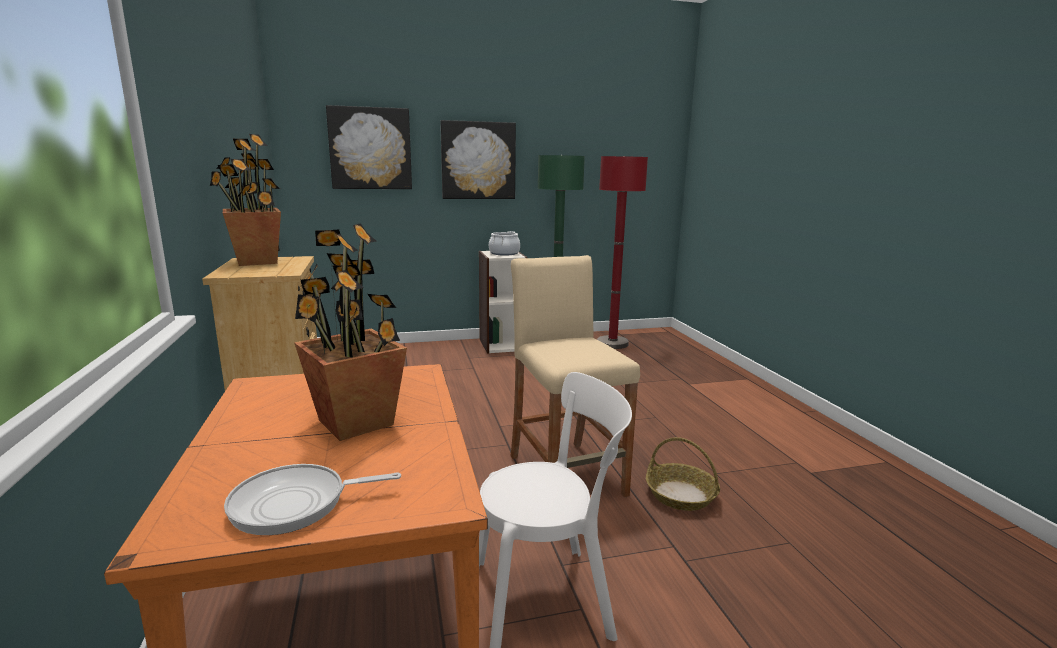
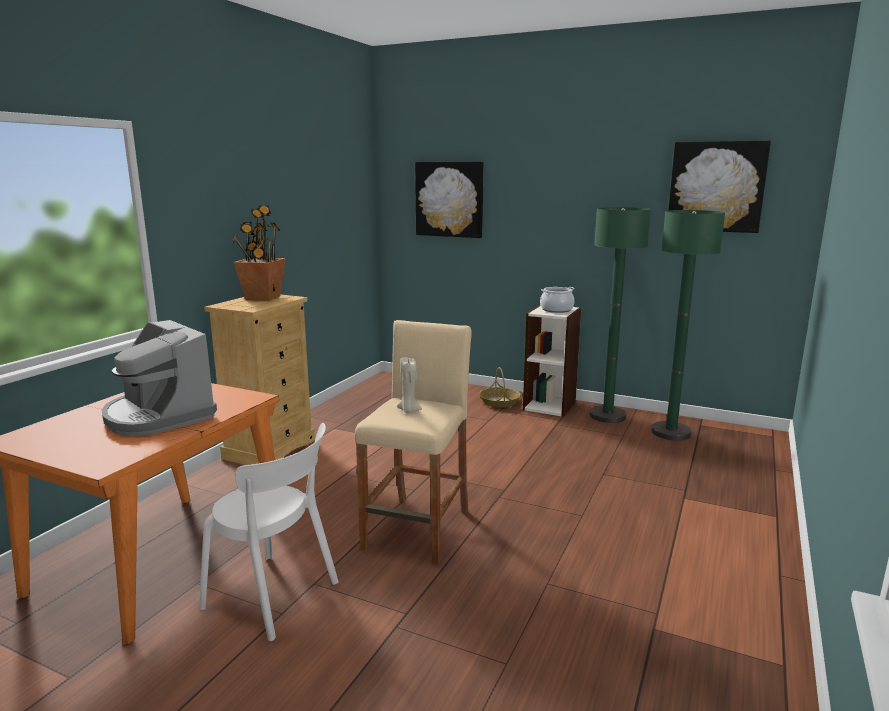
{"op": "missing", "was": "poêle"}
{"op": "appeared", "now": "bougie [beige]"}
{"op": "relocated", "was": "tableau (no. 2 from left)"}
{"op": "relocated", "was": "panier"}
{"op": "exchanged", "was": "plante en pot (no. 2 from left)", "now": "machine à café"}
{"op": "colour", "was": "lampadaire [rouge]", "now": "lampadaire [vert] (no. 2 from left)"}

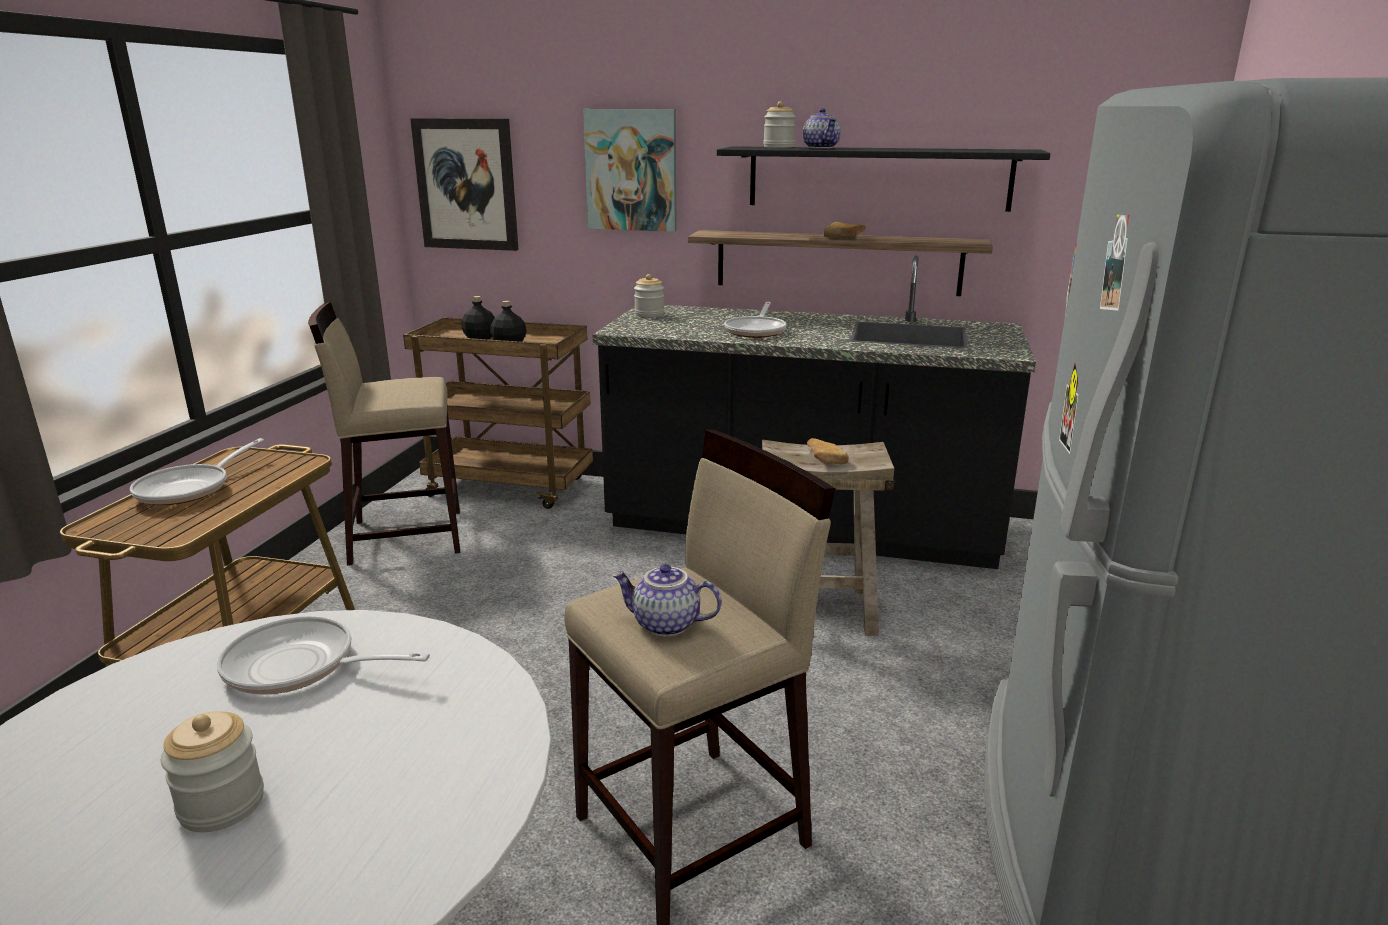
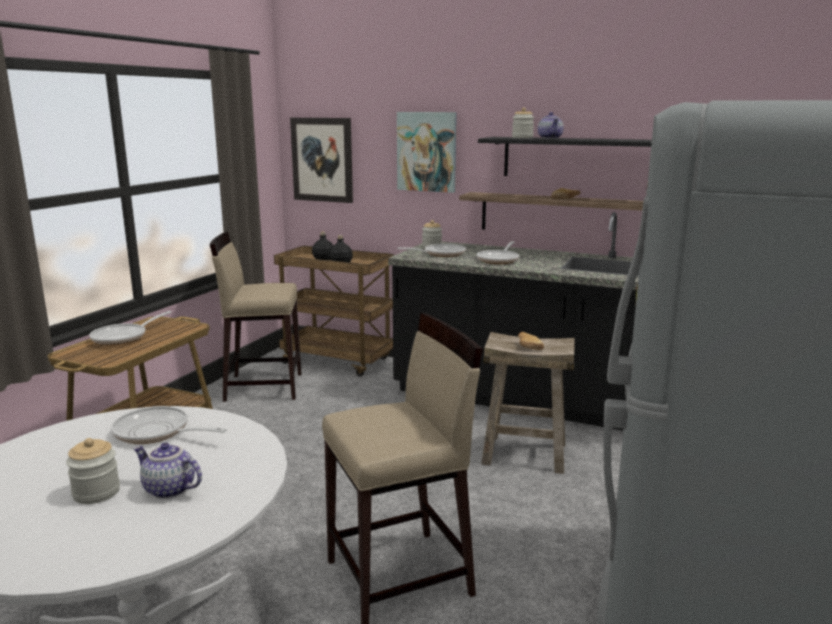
{"op": "appeared", "now": "poêle (no. 3 from left)"}
{"op": "relocated", "was": "théière (no. 1 from left)"}

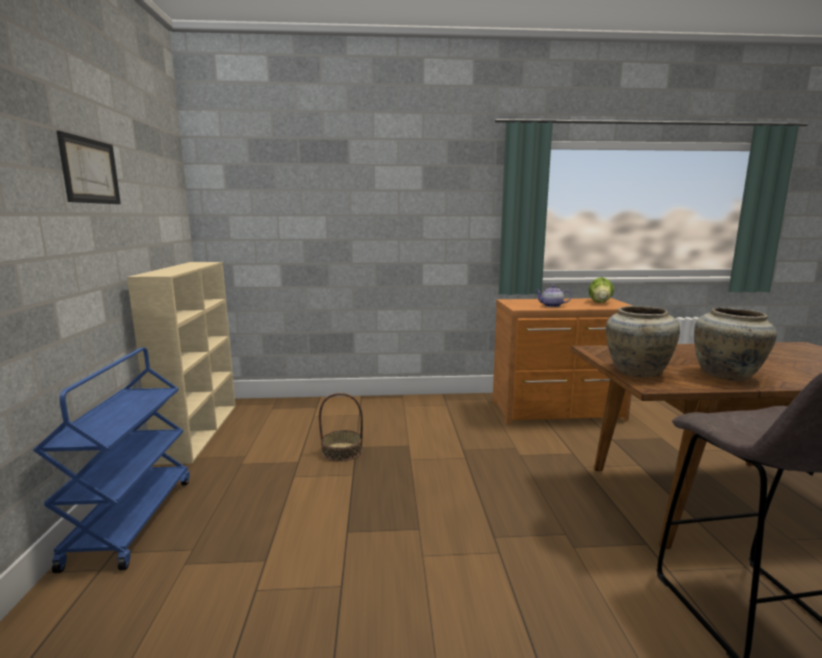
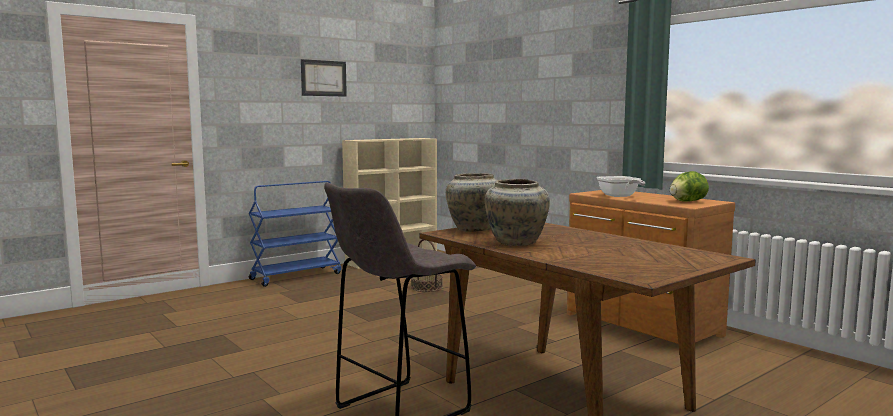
{"op": "exchanged", "was": "théière", "now": "poêle"}

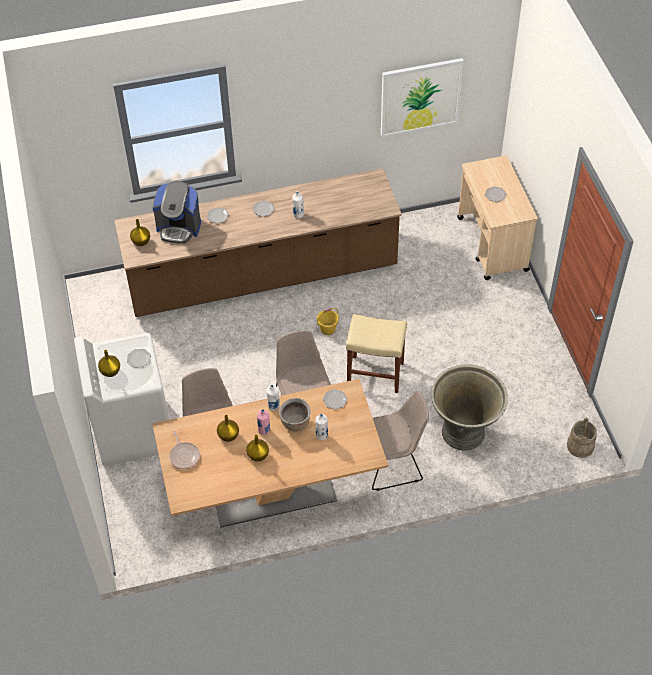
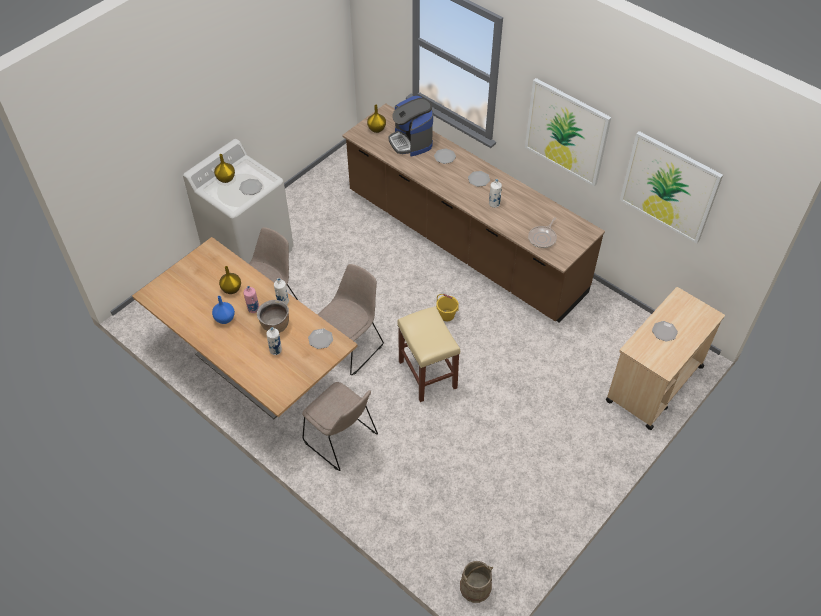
{"op": "missing", "was": "cache-pot [gris]"}
{"op": "appeared", "now": "tableau (no. 1 from left)"}
{"op": "relocated", "was": "poêle"}
{"op": "colour", "was": "vase [jaune] (no. 4 from left)", "now": "vase [bleu]"}

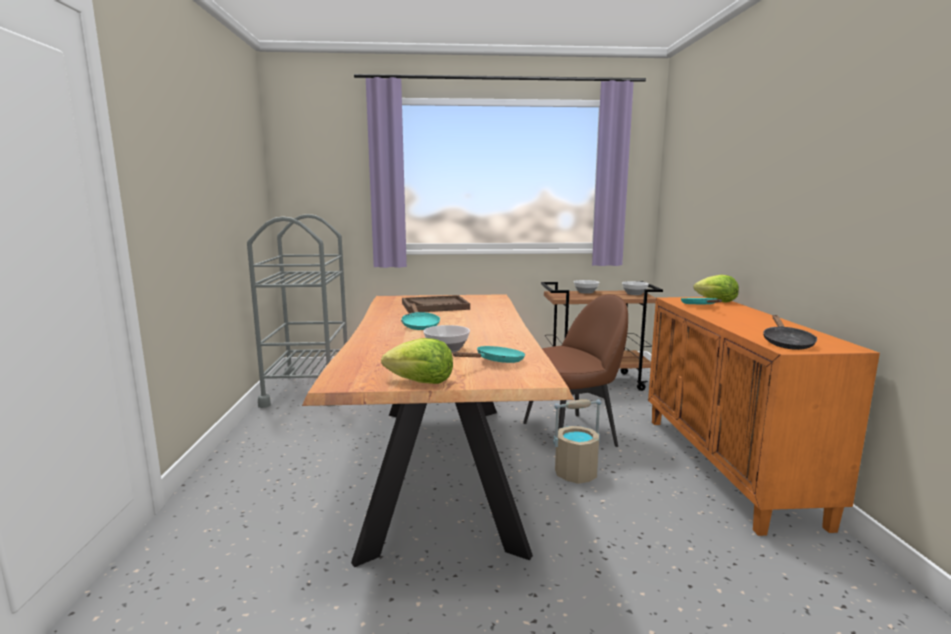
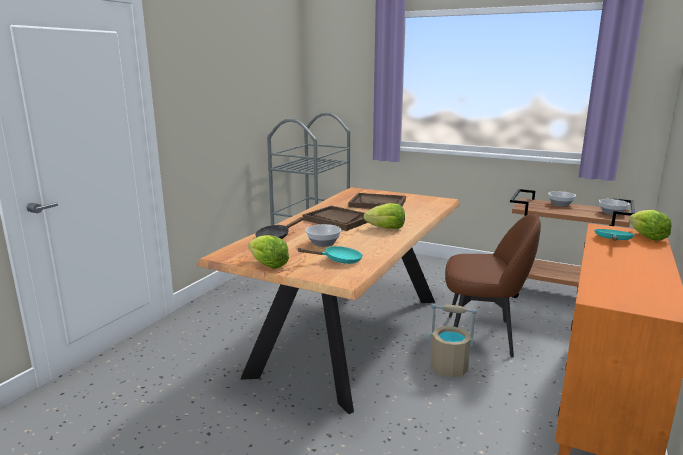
{"op": "appeared", "now": "laitue (no. 2 from left)"}
{"op": "relocated", "was": "poêle [noir]"}
{"op": "exchanged", "was": "poêle [turquoise] (no. 1 from left)", "now": "plateau [marron] (no. 1 from left)"}

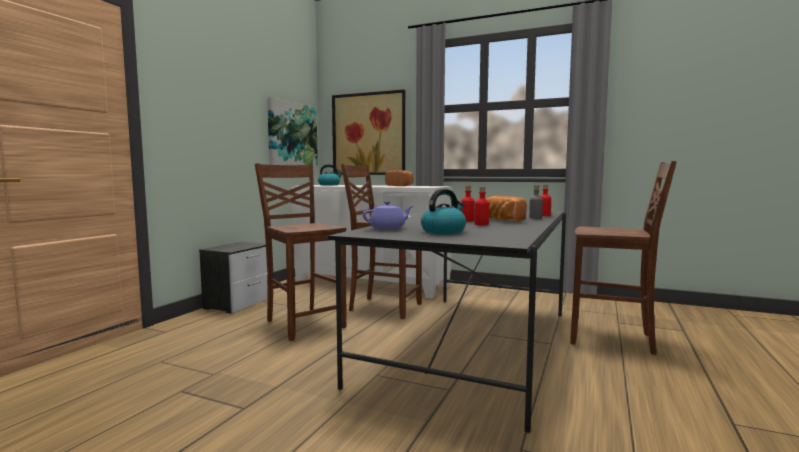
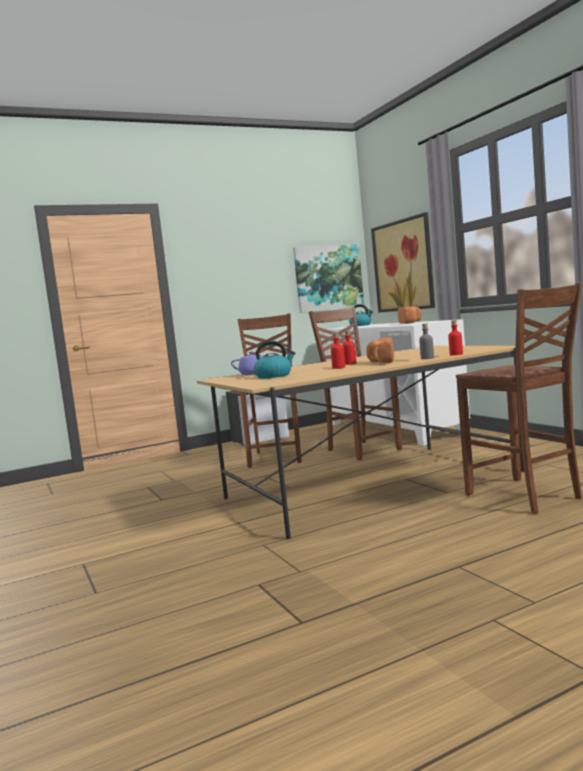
{"op": "colour", "was": "table à manger [noir]", "now": "table à manger [beige]"}

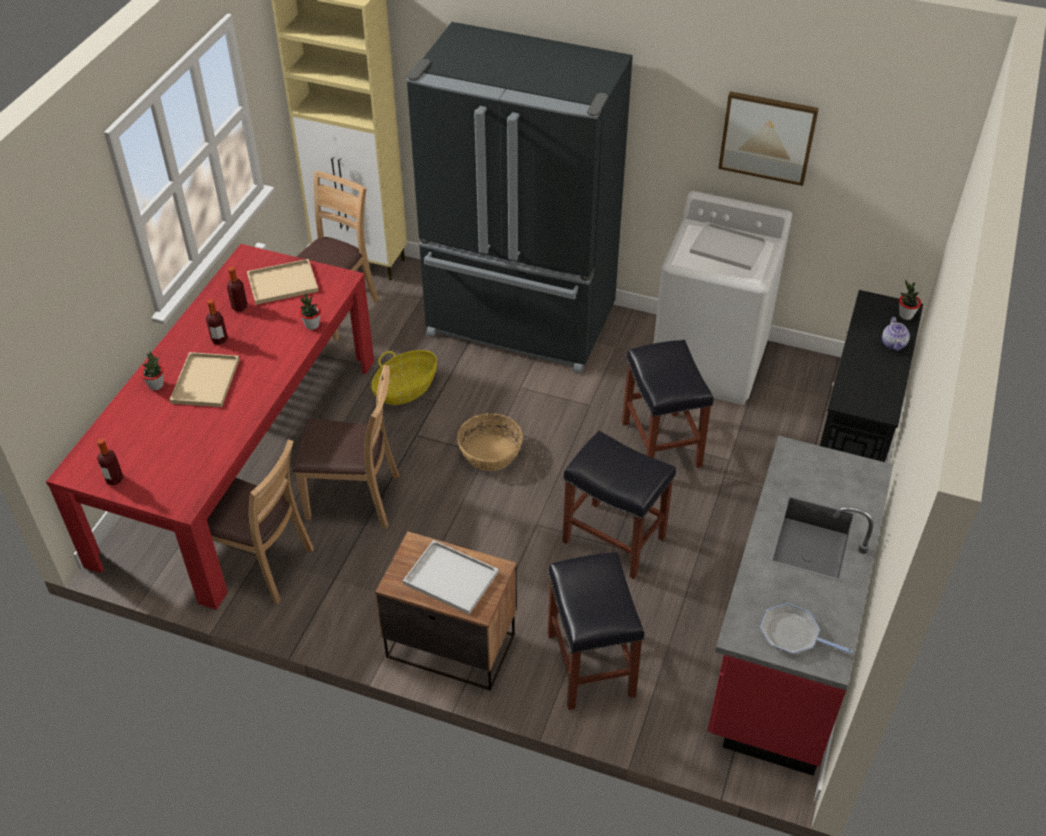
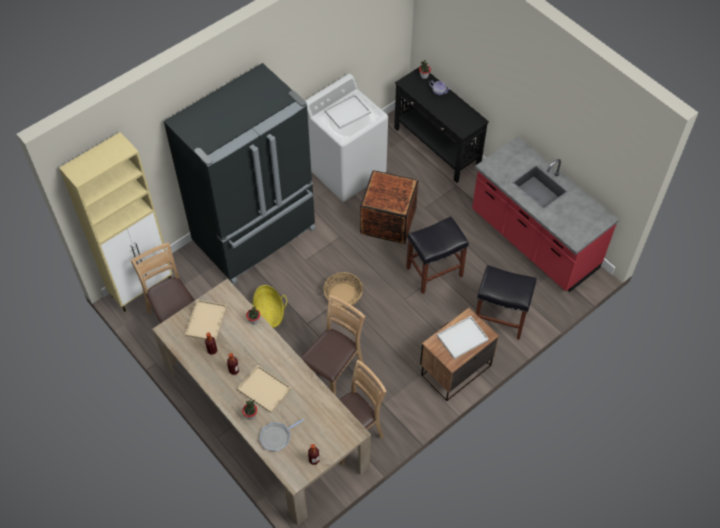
{"op": "missing", "was": "tableau"}
{"op": "relocated", "was": "poêle"}
{"op": "exchanged", "was": "tabouret [noir] (no. 3 from left)", "now": "caisse"}
{"op": "colour", "was": "table à manger [rouge]", "now": "table à manger [beige]"}

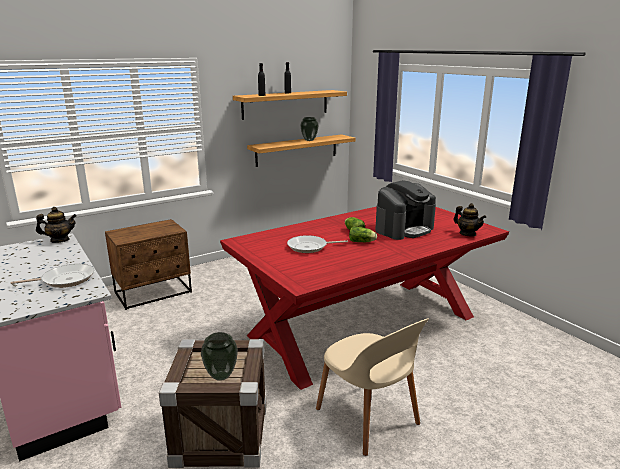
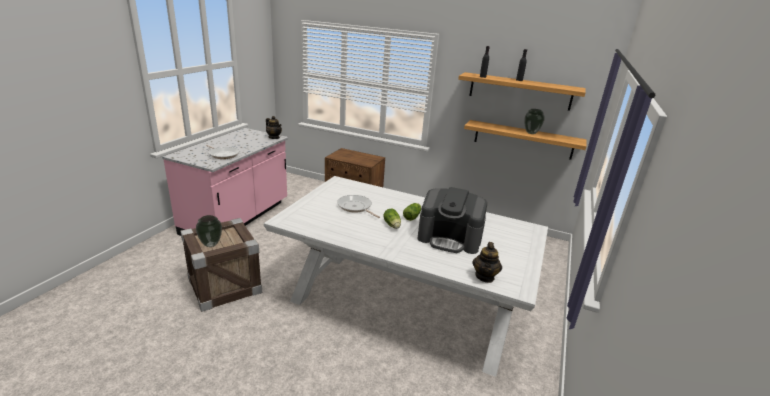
{"op": "missing", "was": "chaise [beige]"}
{"op": "colour", "was": "table à manger [rouge]", "now": "table à manger [blanc]"}

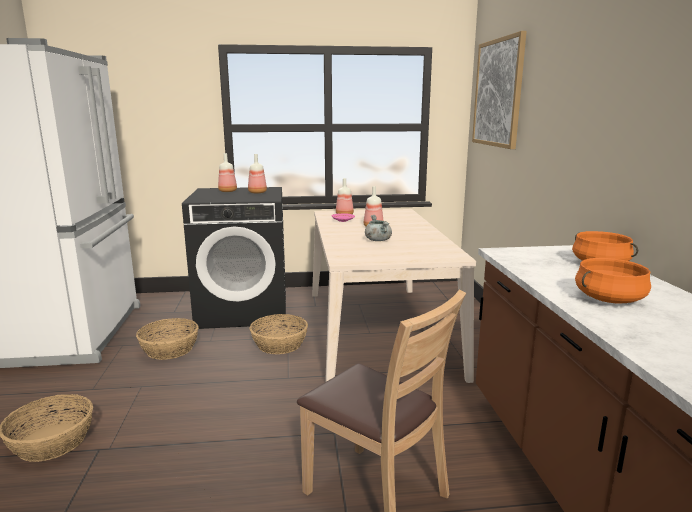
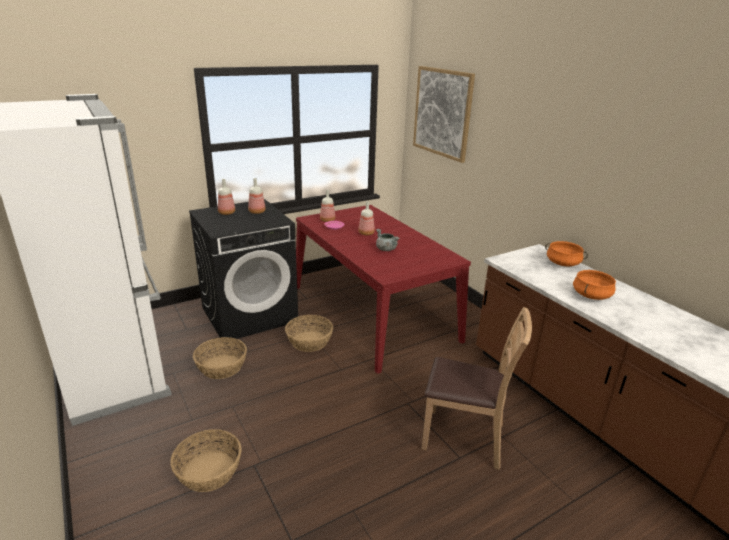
{"op": "colour", "was": "table à manger [beige]", "now": "table à manger [rouge]"}

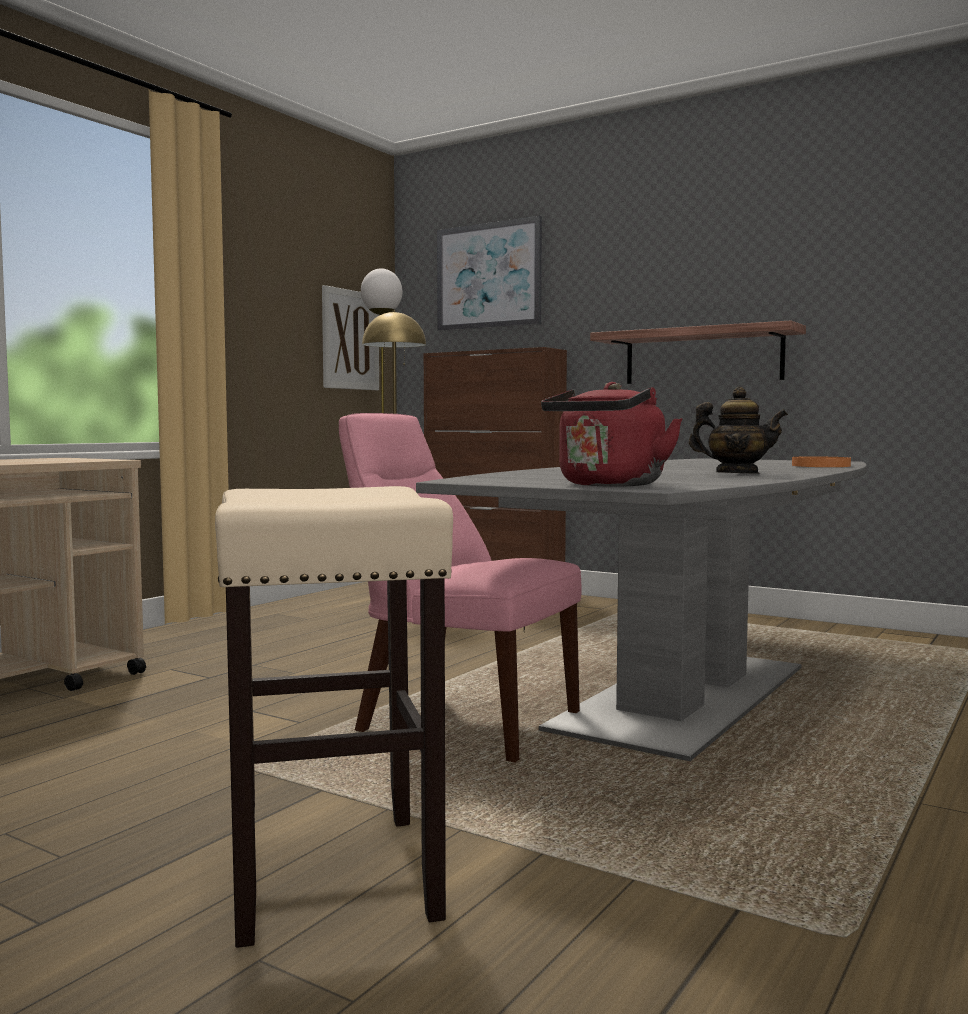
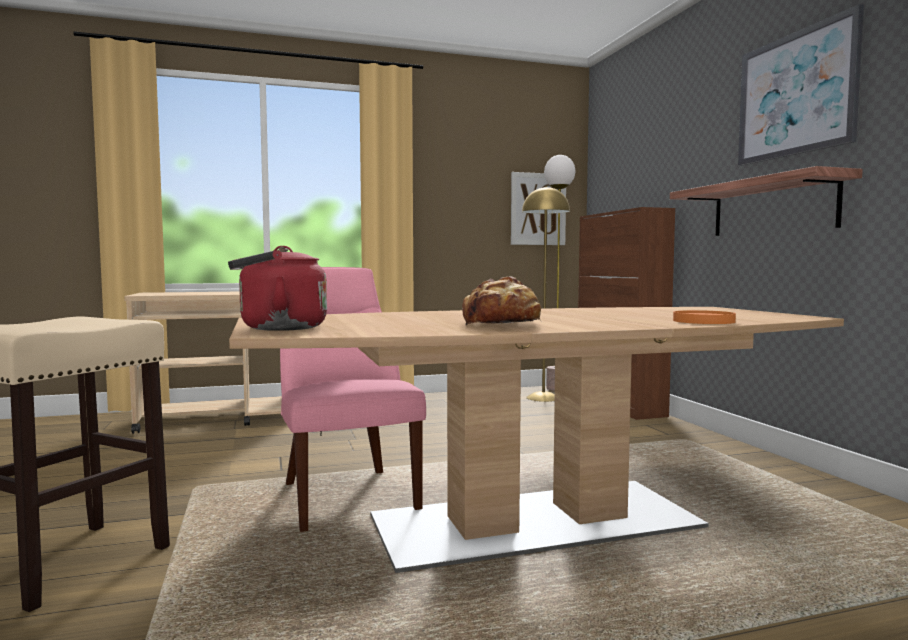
{"op": "relocated", "was": "tableau (no. 2 from left)"}
{"op": "exchanged", "was": "théière", "now": "pain"}
{"op": "colour", "was": "table à manger [gris]", "now": "table à manger [marron]"}

